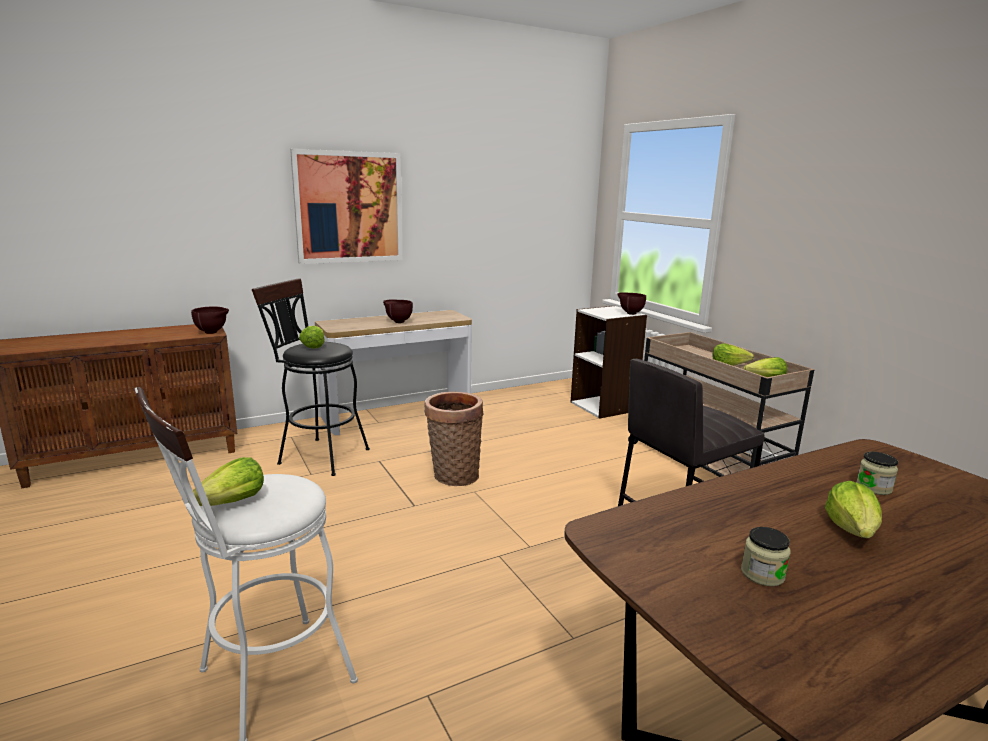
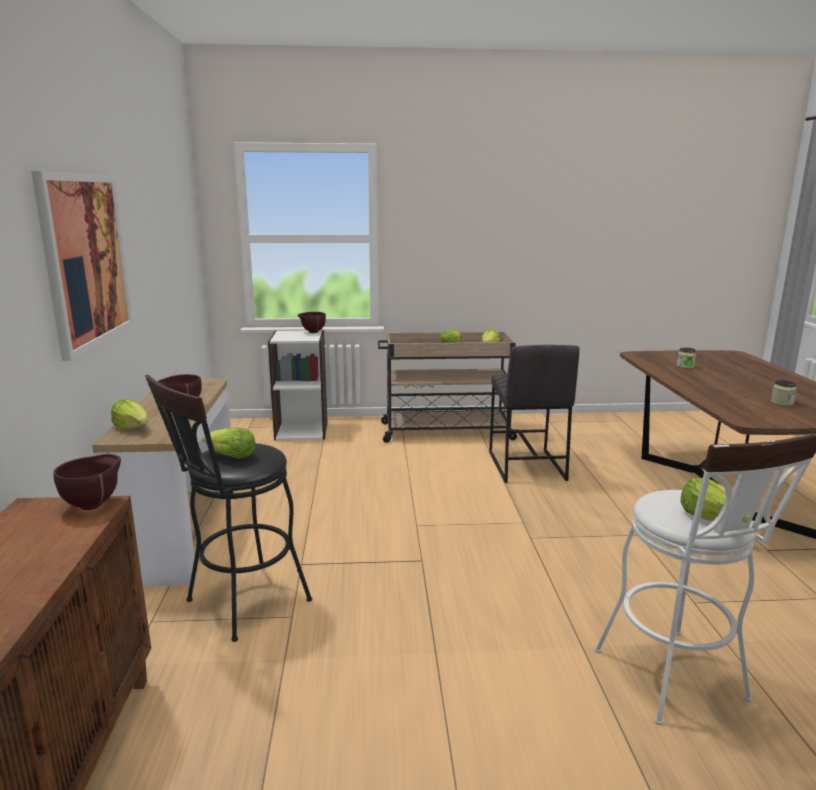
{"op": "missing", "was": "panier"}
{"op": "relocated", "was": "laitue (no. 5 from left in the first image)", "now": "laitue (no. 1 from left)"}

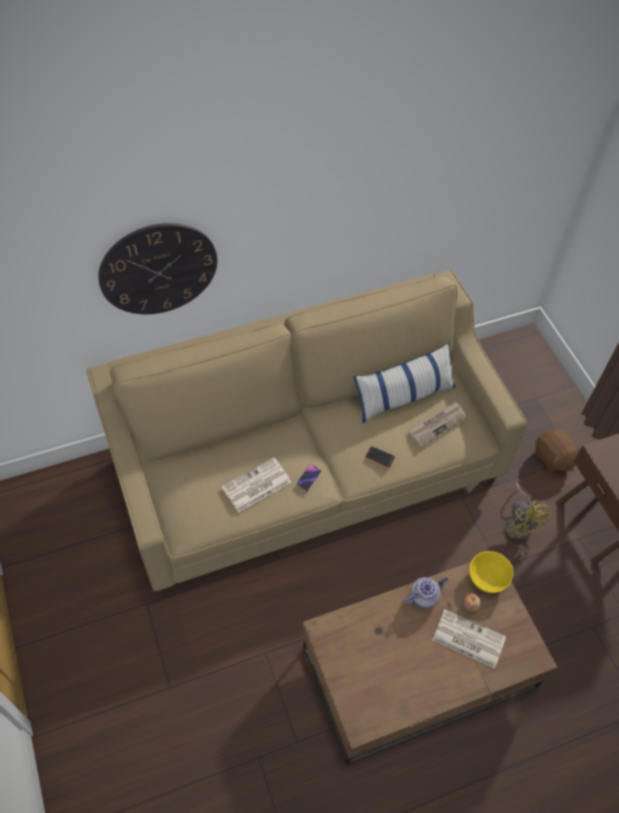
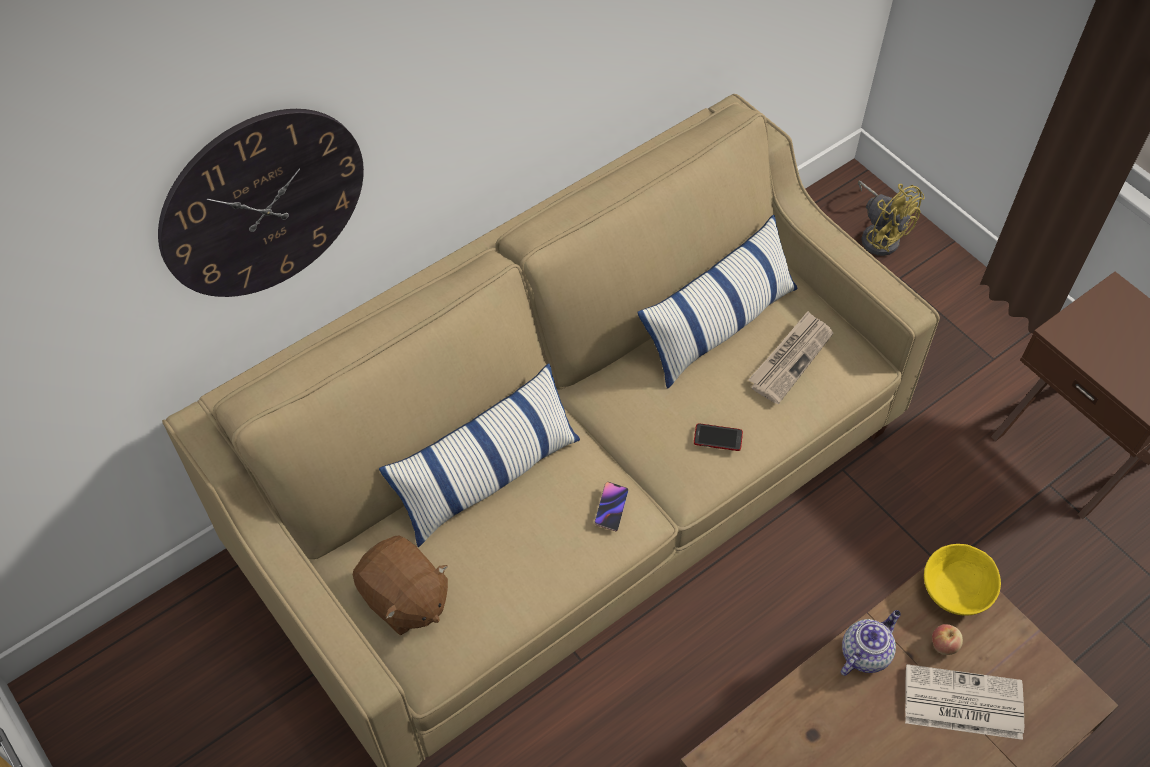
{"op": "missing", "was": "journal (no. 1 from left)"}
{"op": "appeared", "now": "coussin (no. 1 from left)"}
{"op": "relocated", "was": "ventilateur [jaune]"}
{"op": "relocated", "was": "peluche [marron]"}

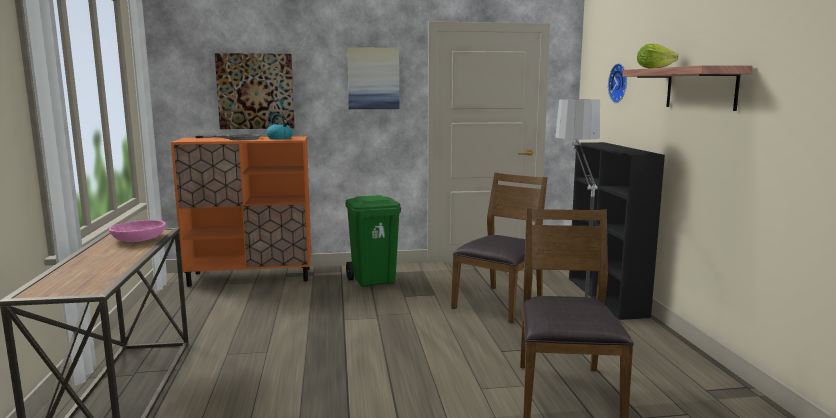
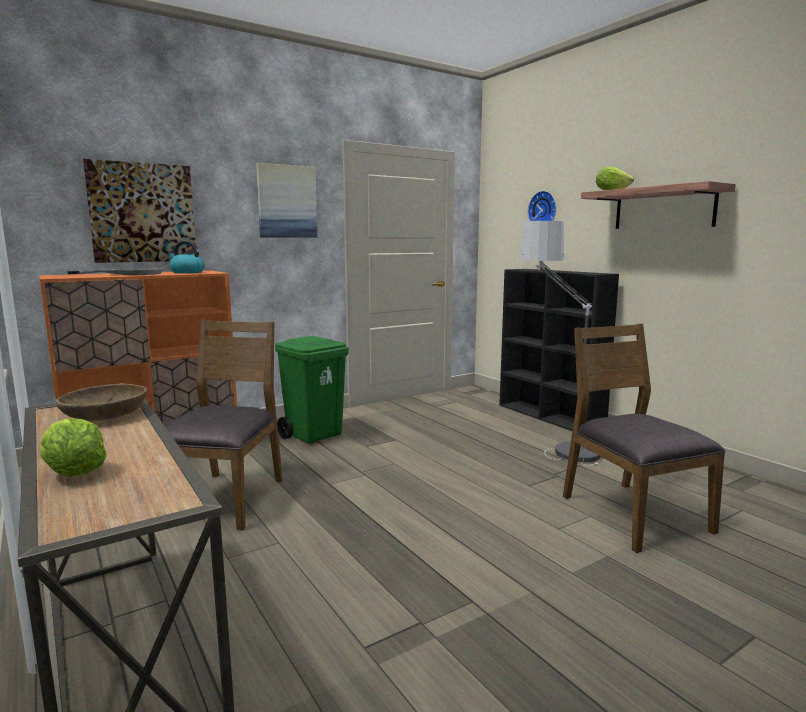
{"op": "appeared", "now": "laitue (no. 1 from left)"}
{"op": "relocated", "was": "chaise [marron] (no. 1 from left)"}
{"op": "colour", "was": "bol [rose]", "now": "bol [marron]"}

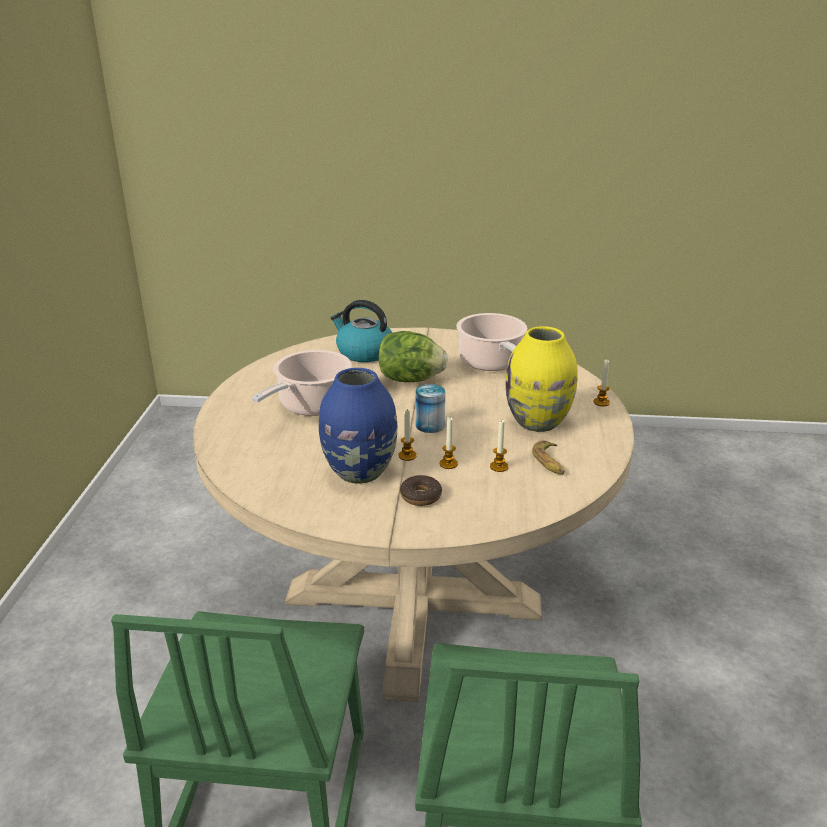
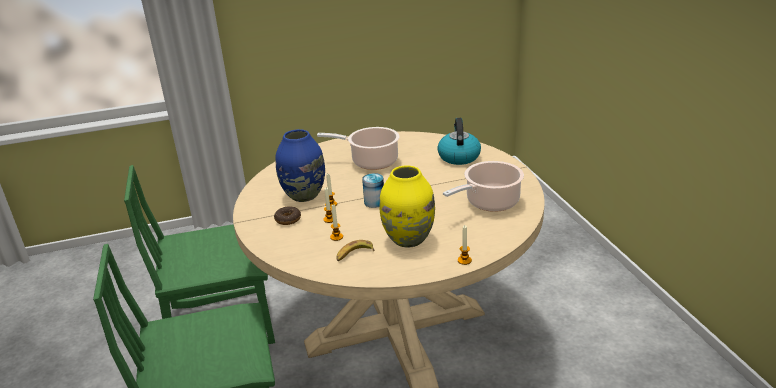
{"op": "missing", "was": "laitue"}

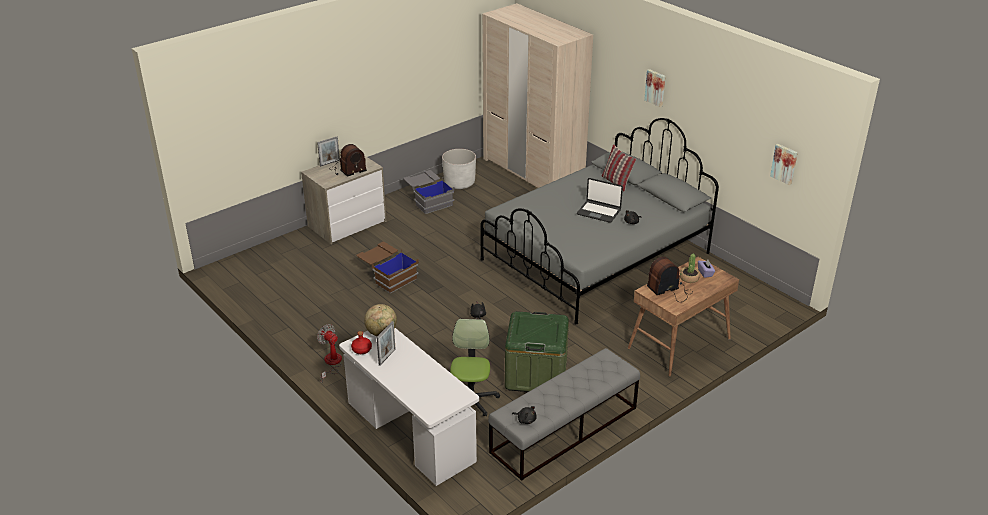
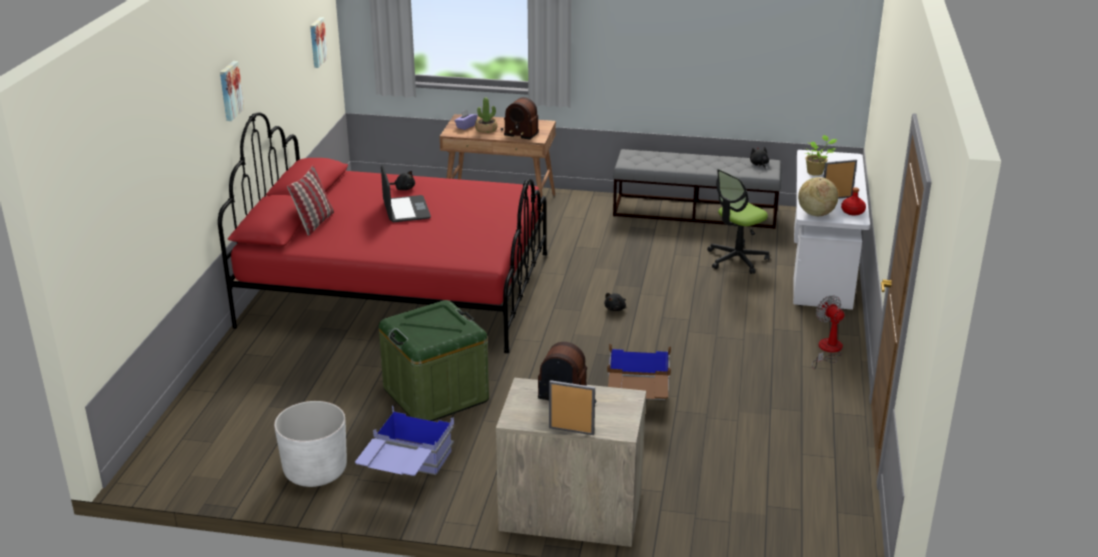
{"op": "missing", "was": "armoire [beige]"}
{"op": "appeared", "now": "plante en pot (no. 2 from left)"}
{"op": "relocated", "was": "boîte de rangement [vert]"}
{"op": "colour", "was": "boîte de rangement [gris]", "now": "boîte de rangement [bleu]"}
{"op": "colour", "was": "lit [gris]", "now": "lit [rouge]"}
{"op": "spun", "was": "ventilateur", "clockwise": 150}

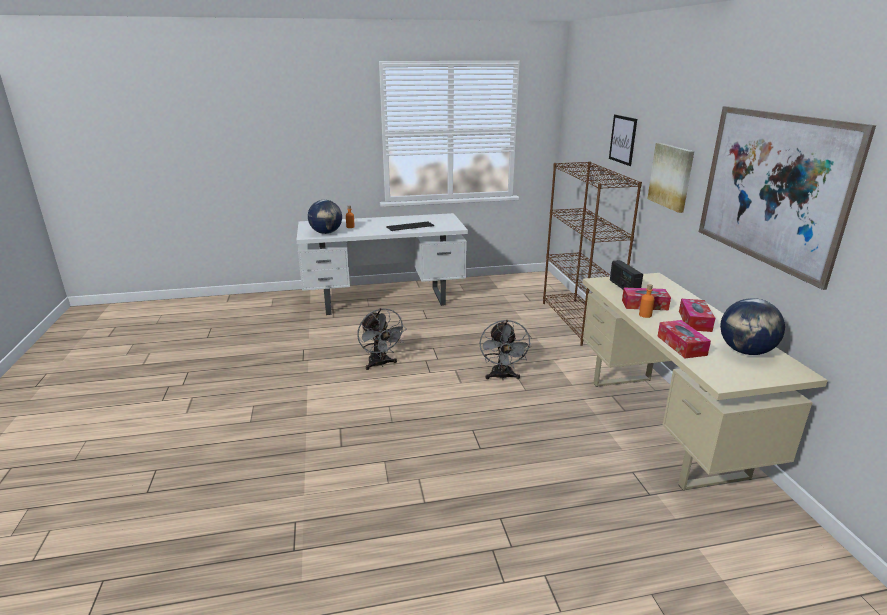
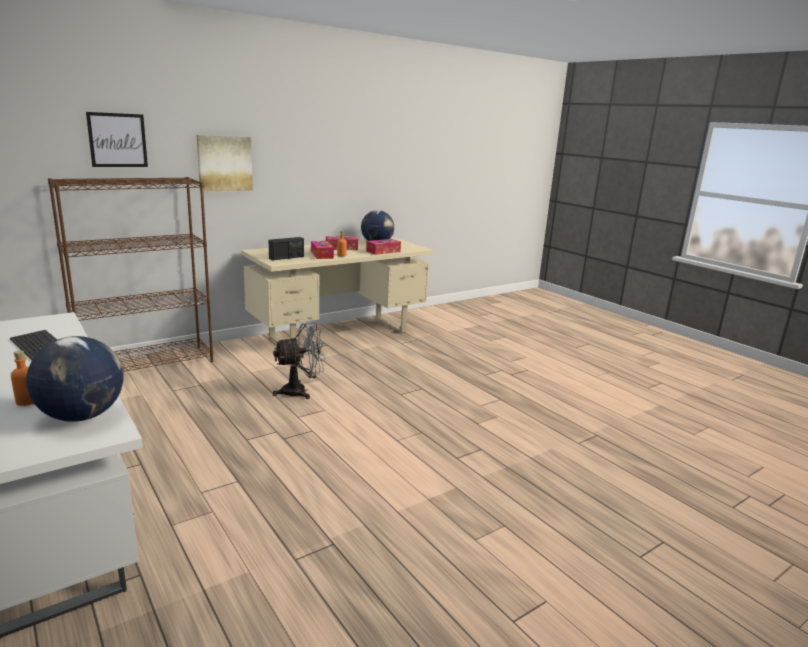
{"op": "missing", "was": "ventilateur [gris] (no. 1 from left)"}
{"op": "missing", "was": "tableau (no. 3 from left)"}

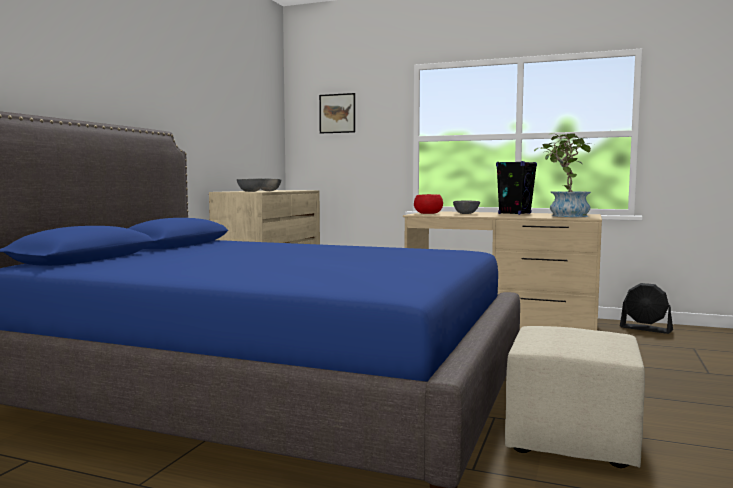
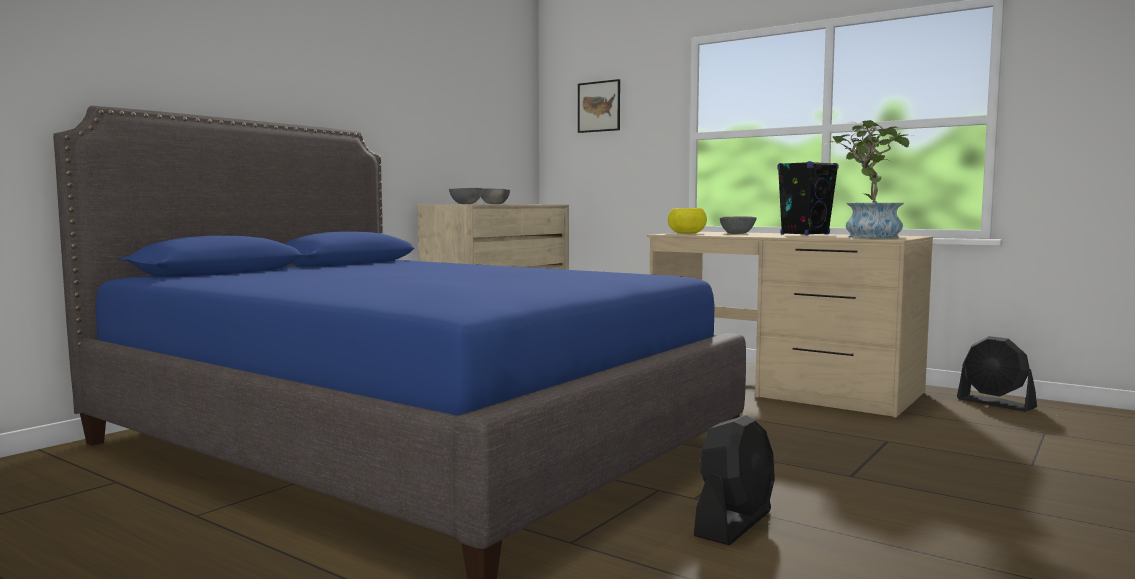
{"op": "exchanged", "was": "pouf [beige]", "now": "ventilateur [noir] (no. 1 from left)"}
{"op": "colour", "was": "bol [rouge]", "now": "bol [jaune]"}

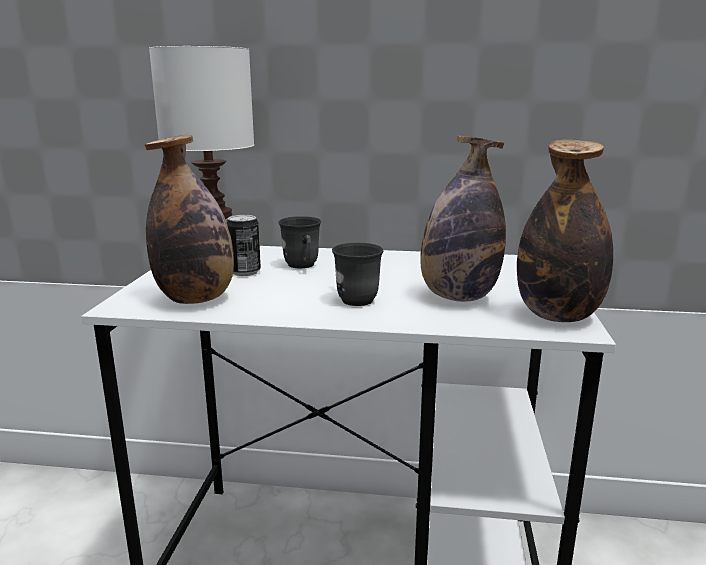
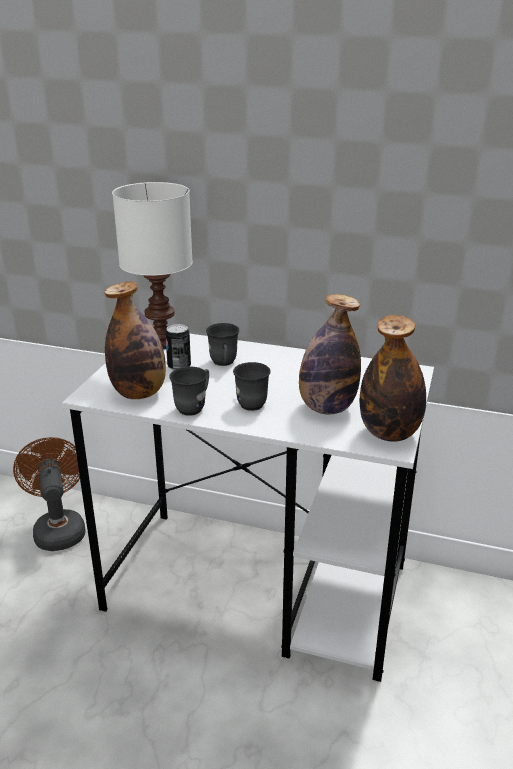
{"op": "appeared", "now": "ventilateur [marron]"}
{"op": "appeared", "now": "mug [gris] (no. 1 from left)"}

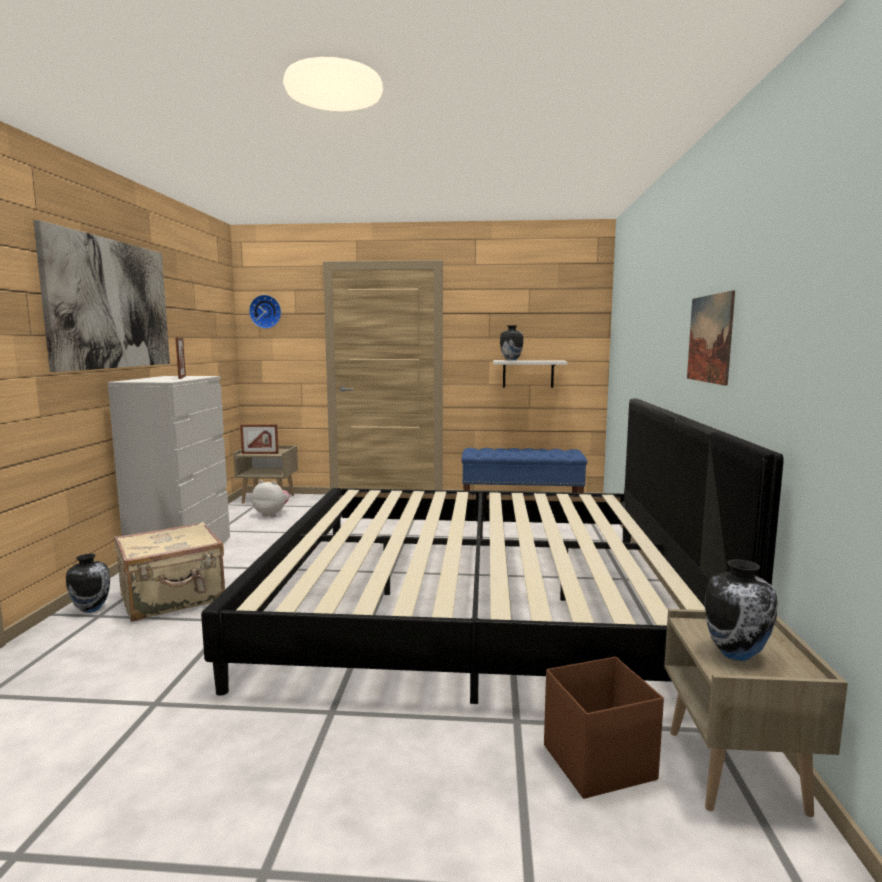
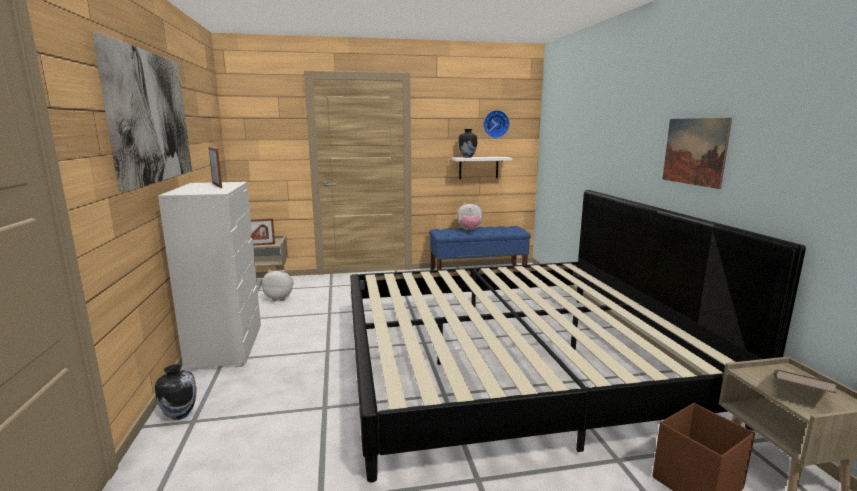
{"op": "missing", "was": "valise [beige]"}
{"op": "appeared", "now": "peluche (no. 2 from left)"}
{"op": "relocated", "was": "horloge murale"}
{"op": "exchanged", "was": "vase (no. 3 from left)", "now": "livre [marron]"}

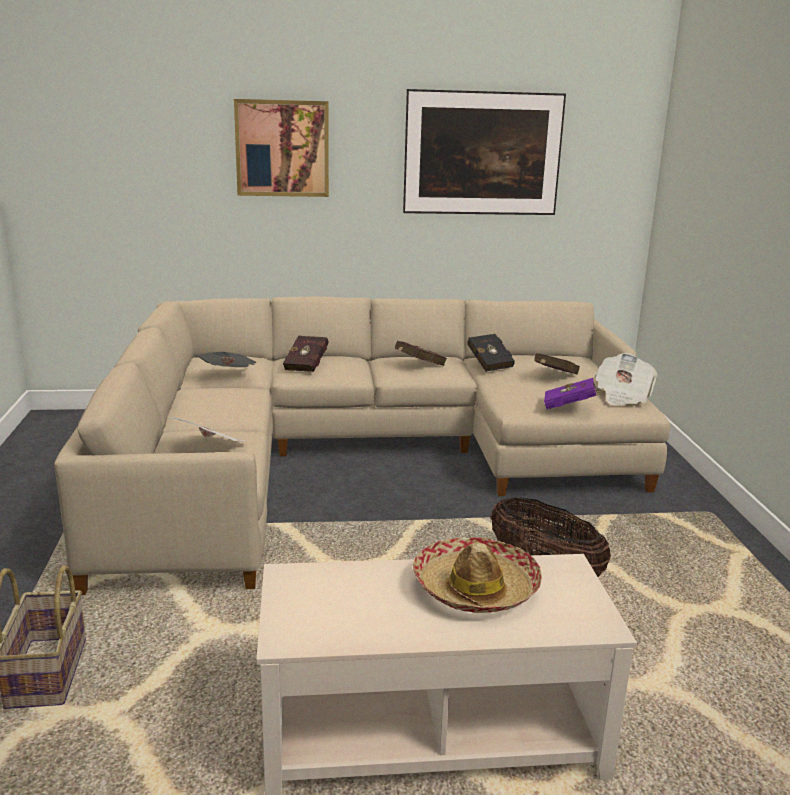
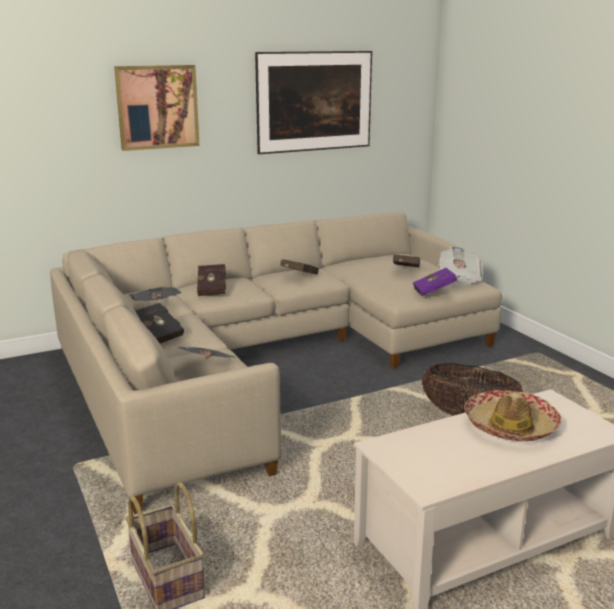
{"op": "relocated", "was": "livre [noir]"}

